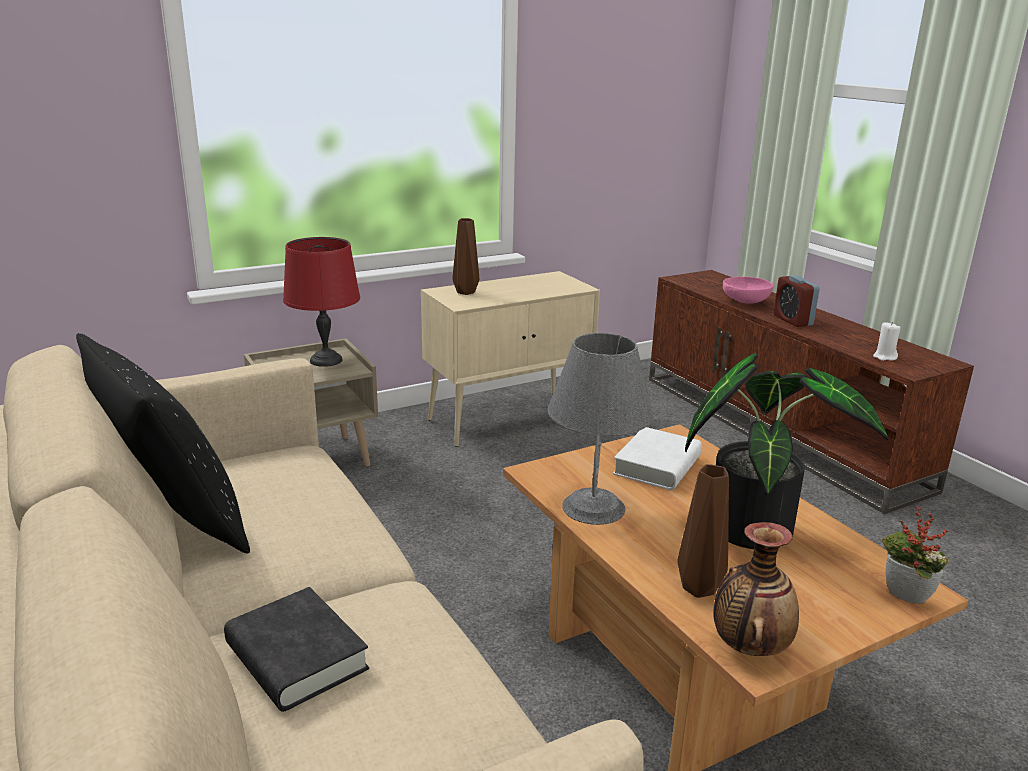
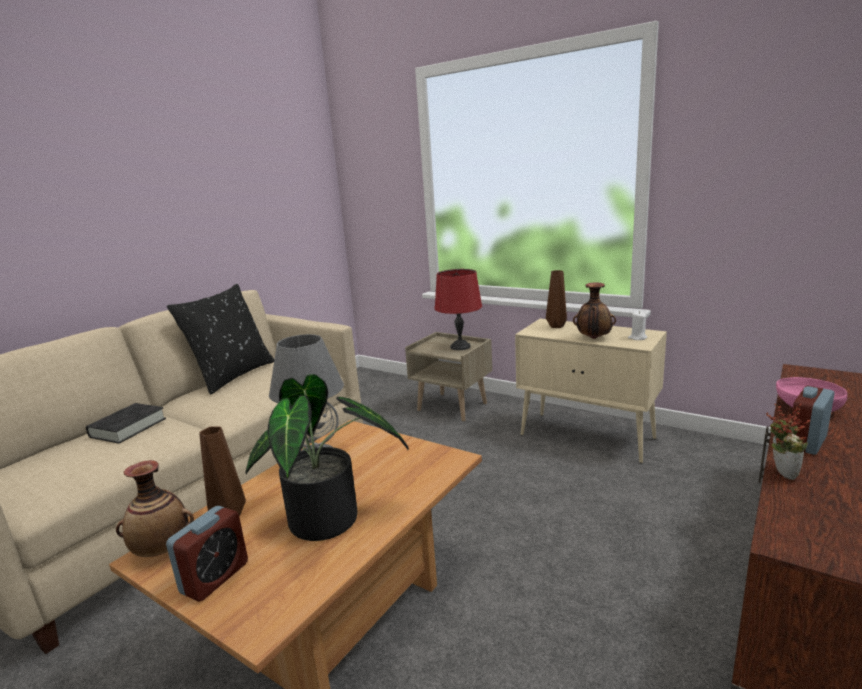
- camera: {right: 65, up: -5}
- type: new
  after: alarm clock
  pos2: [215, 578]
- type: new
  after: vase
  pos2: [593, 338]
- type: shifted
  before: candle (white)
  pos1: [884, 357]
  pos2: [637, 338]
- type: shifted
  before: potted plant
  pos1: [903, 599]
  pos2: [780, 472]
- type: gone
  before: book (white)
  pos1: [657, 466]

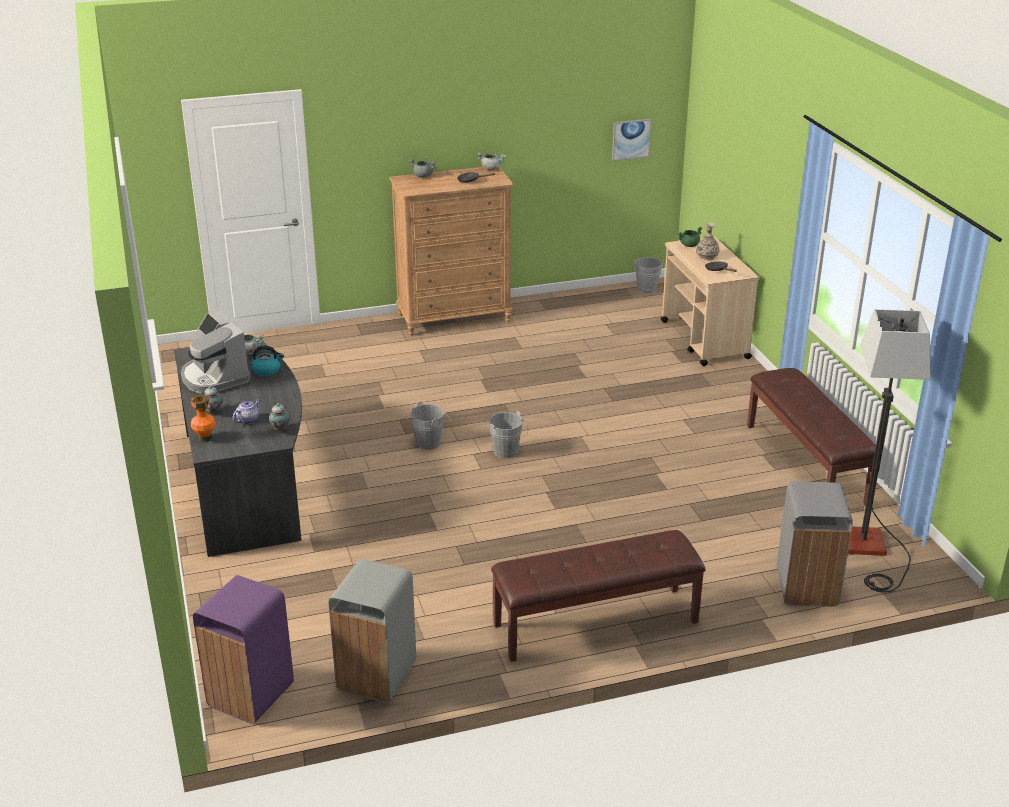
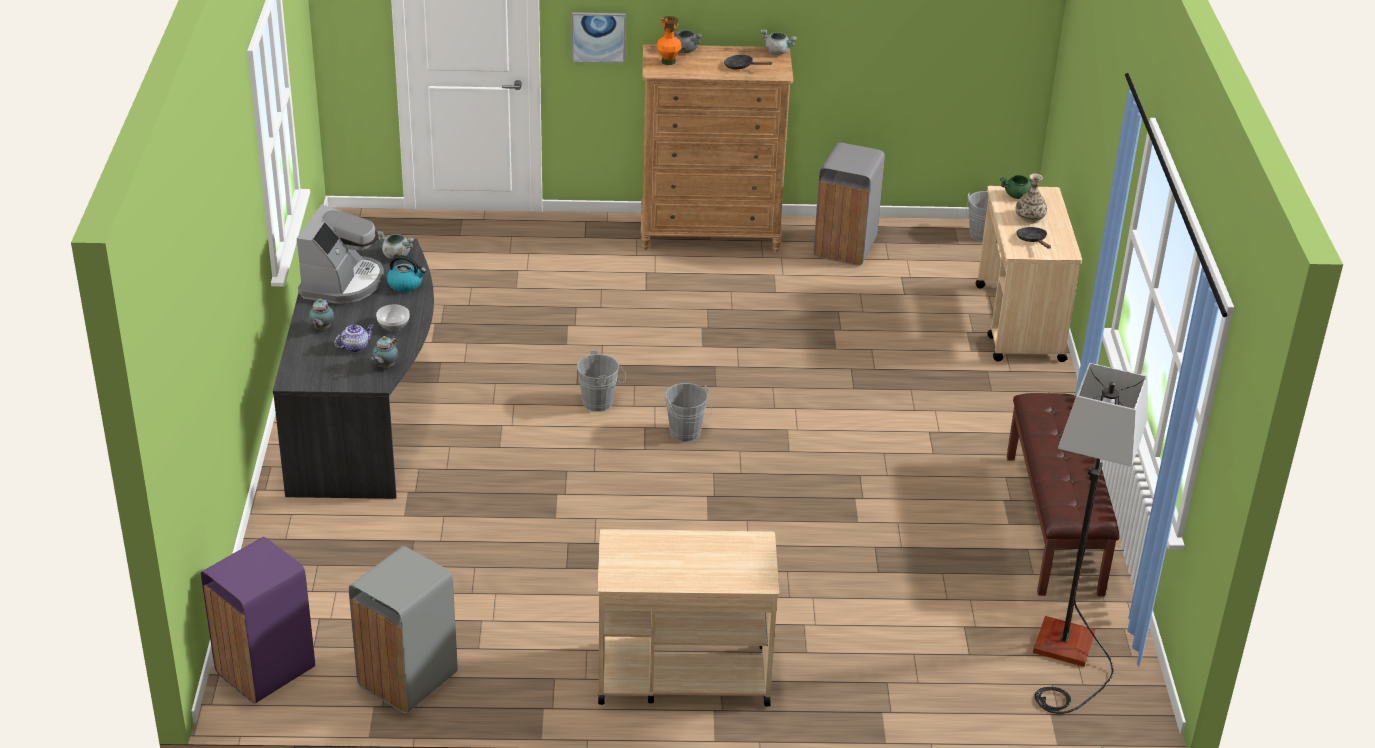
- camera: {right: 15, up: 5}
- type: rotated
  before: coffee machine
  pos1: [214, 377]
  pos2: [342, 283]
  turn: -150
- type: new
  after: bowl
  pos2: [393, 326]
- type: shifted
  before: picture
  pos1: [631, 139]
  pos2: [598, 37]
- type: swapped
  before: bench (brown)
  after: cart (beige)
  pos1: [596, 624]
  pos2: [682, 674]
- type: shifted
  before: vase (orange)
  pos1: [205, 438]
  pos2: [668, 62]
- type: shifted
  before: trash can (grey)
  pos1: [806, 588]
  pos2: [844, 248]

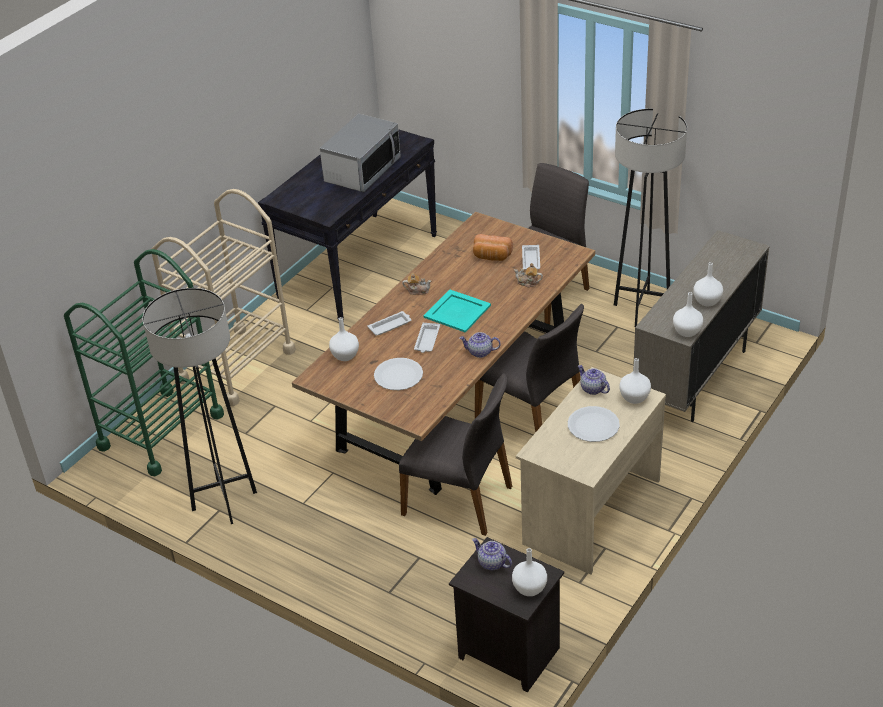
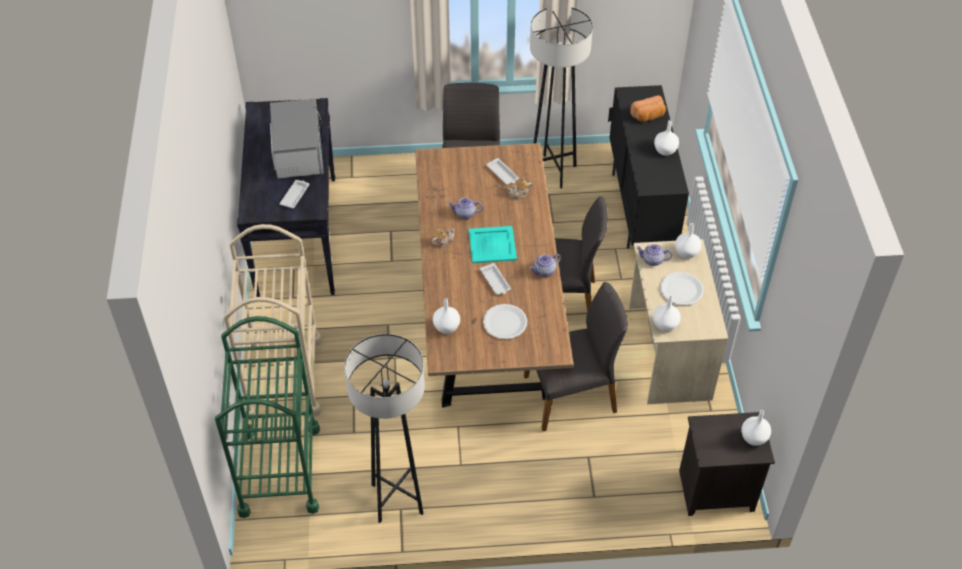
- camera: {right: -40, up: 10}
- type: shifted
  before: tray (white)
  pos1: [390, 325]
  pos2: [295, 195]
- type: shifted
  before: teapot
  pos1: [491, 563]
  pos2: [465, 214]
- type: repainted
  before: cabinet (beige)
  after: cabinet (black)
  pos1: [696, 378]
  pos2: [640, 210]
- type: shifted
  before: bread
  pos1: [491, 256]
  pos2: [648, 116]
- type: shifted
  before: vase (white)
  pos1: [687, 332]
  pos2: [665, 325]

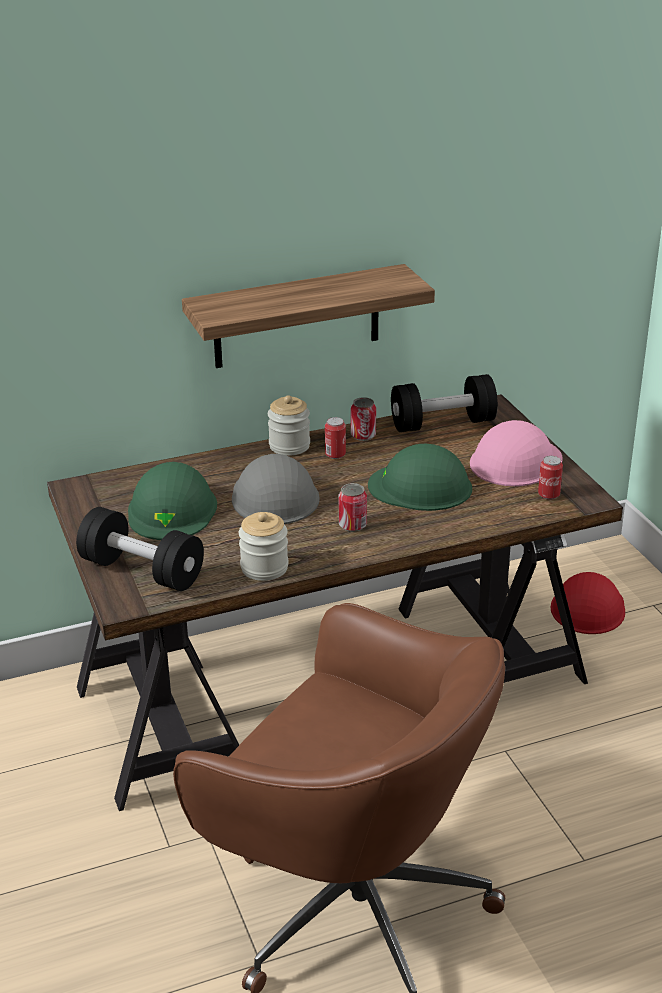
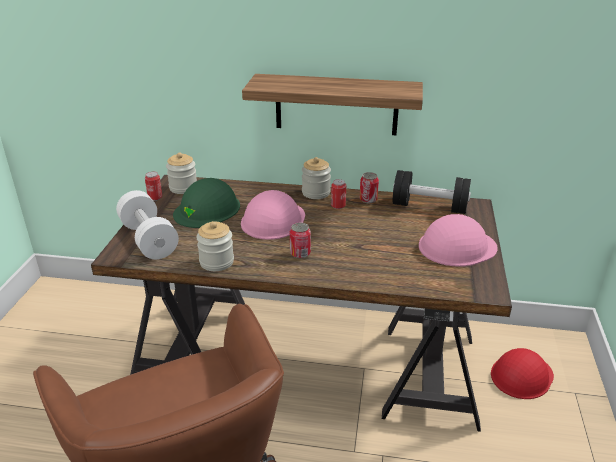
- camera: {right: 30, up: 0}
- type: repainted
  before: dumbbell (black)
  after: dumbbell (white)
  pos1: [142, 571]
  pos2: [149, 239]
- type: shifted
  before: can
  pos1: [548, 495]
  pos2: [155, 198]
- type: new
  after: jar
  pos2: [183, 188]
- type: repainted
  before: hard hat (grey)
  after: hard hat (pink)
  pos1: [274, 496]
  pos2: [273, 220]
- type: gone
  before: hard hat (green)
  pos1: [421, 487]

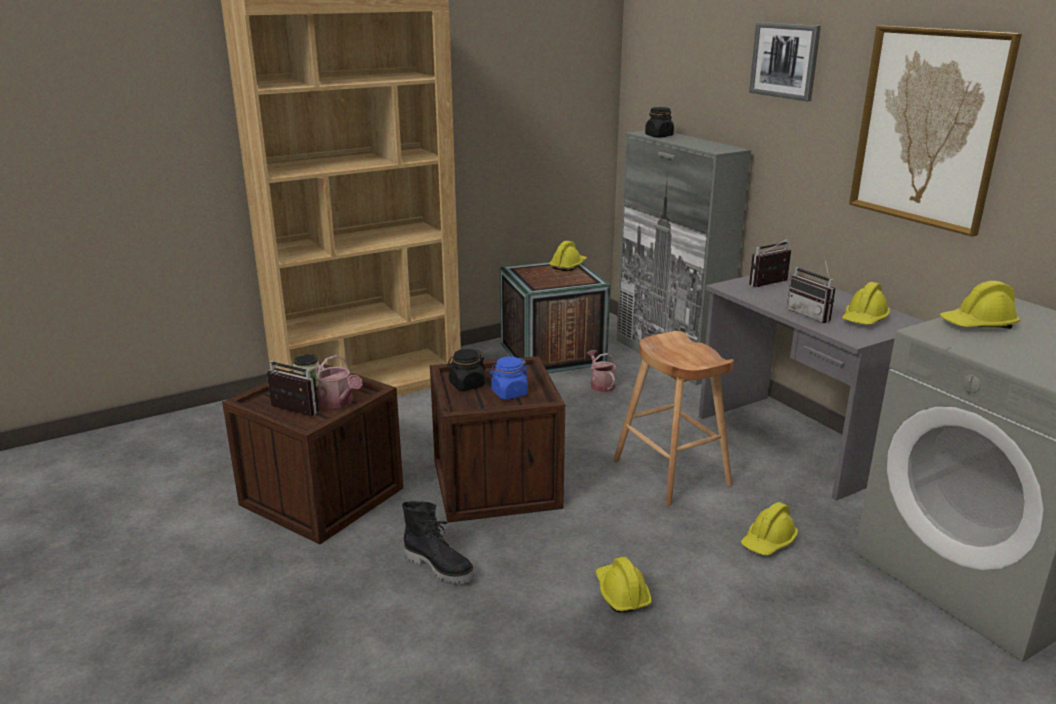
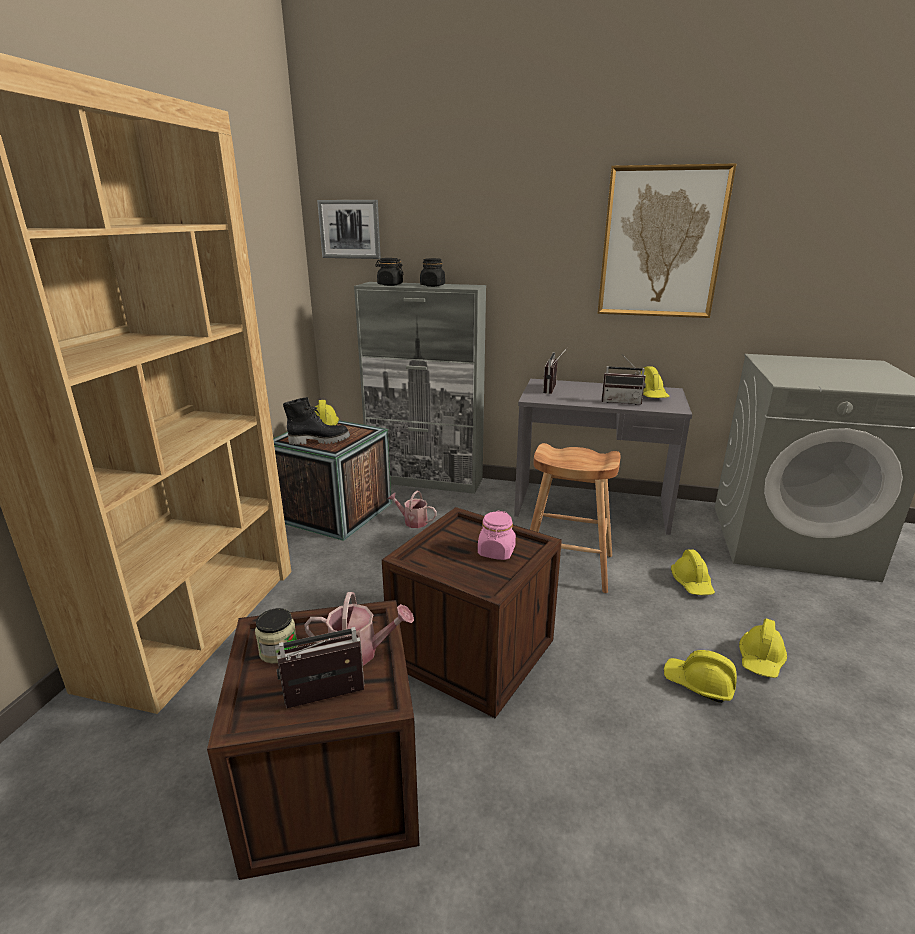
- camera: {right: -45, up: 0}
- type: shifted
  before: boot (black)
  pos1: [440, 566]
  pos2: [319, 441]
- type: shifted
  before: picture
  pos1: [785, 60]
  pos2: [350, 229]
- type: shifted
  before: jar (black)
  pos1: [466, 385]
  pos2: [432, 285]
- type: repainted
  before: jar (blue)
  after: jar (pink)
  pos1: [509, 393]
  pos2: [496, 552]
- type: shifted
  before: hard hat (yellow)
  pos1: [978, 324]
  pos2: [760, 659]

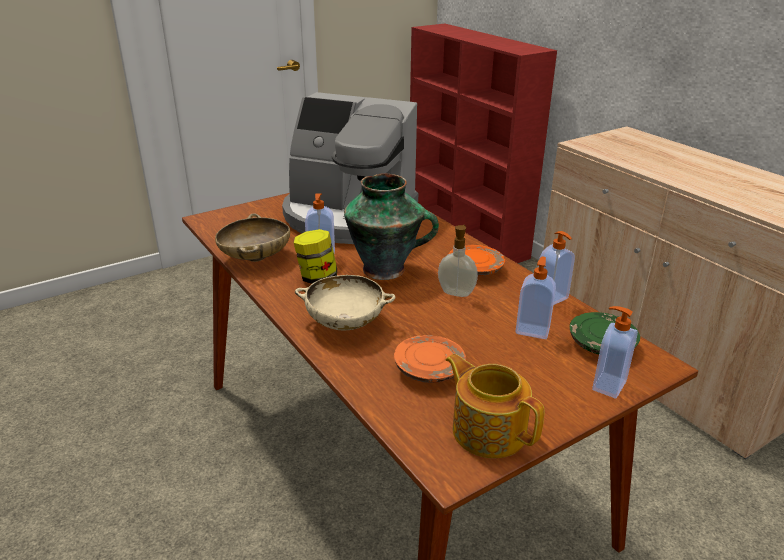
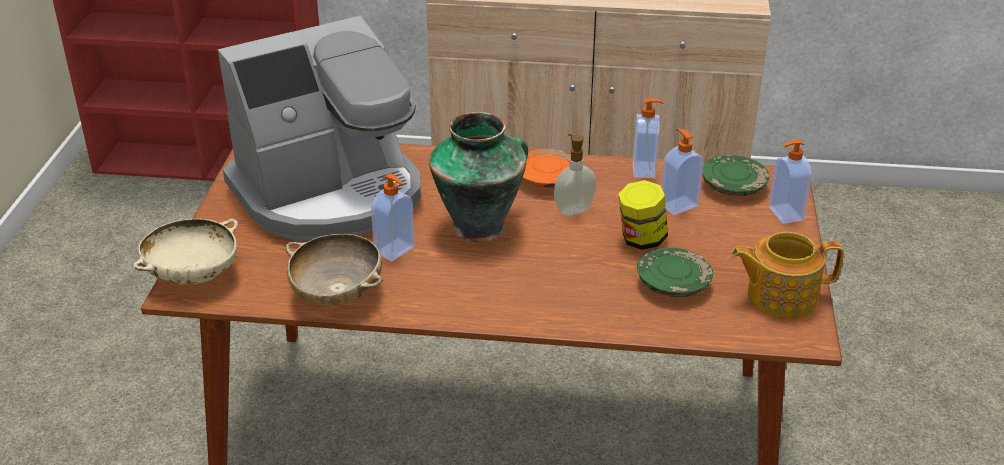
- camera: {right: -50, up: 5}
- type: shifted
  before: bowl (beige)
  pos1: [345, 322]
  pos2: [192, 275]
- type: shifted
  before: jar
  pos1: [317, 277]
  pos2: [641, 239]
- type: repainted
  before: plate (orange)
  after: plate (green)
  pos1: [429, 369]
  pos2: [673, 283]

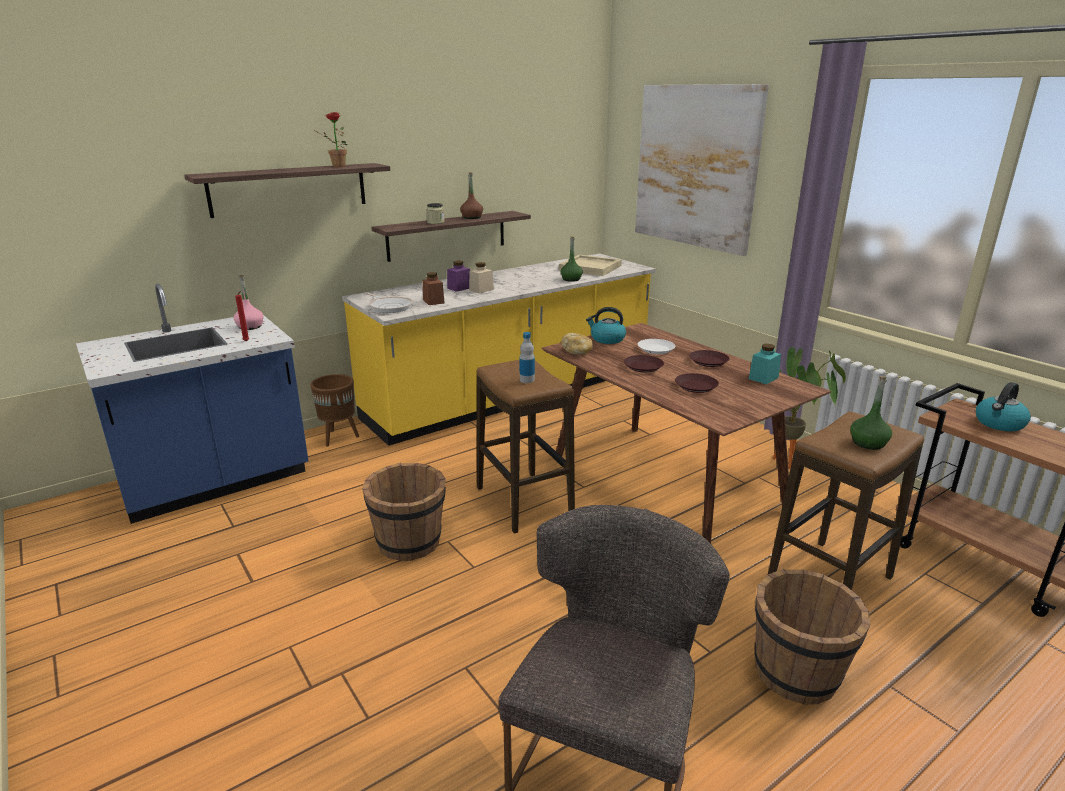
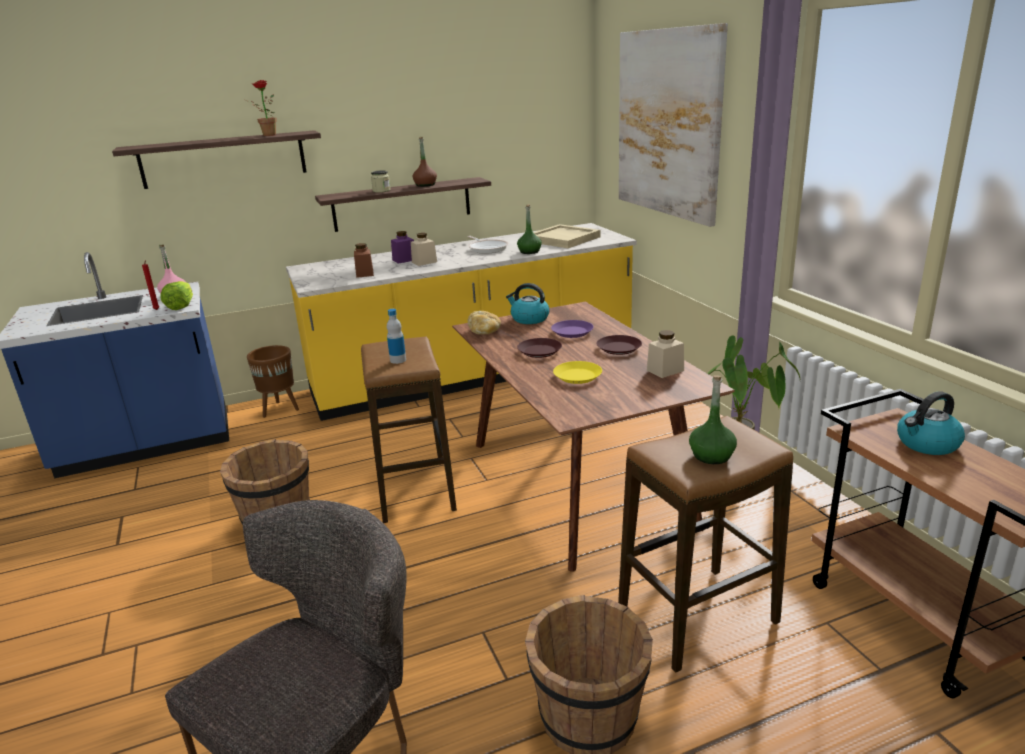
- camera: {right: 15, up: 0}
- type: new
  after: lettuce
  pos2: [181, 306]
- type: shifted
  before: frying pan
  pos1: [390, 307]
  pos2: [487, 248]
- type: repainted
  before: plate (white)
  after: plate (purple)
  pos1: [656, 349]
  pos2: [572, 332]
- type: repainted
  before: plate (brown)
  after: plate (yellow)
  pos1: [696, 386]
  pos2: [578, 376]
- type: repainted
  before: jar (turquoise)
  after: jar (beige)
  pos1: [763, 378]
  pos2: [665, 370]

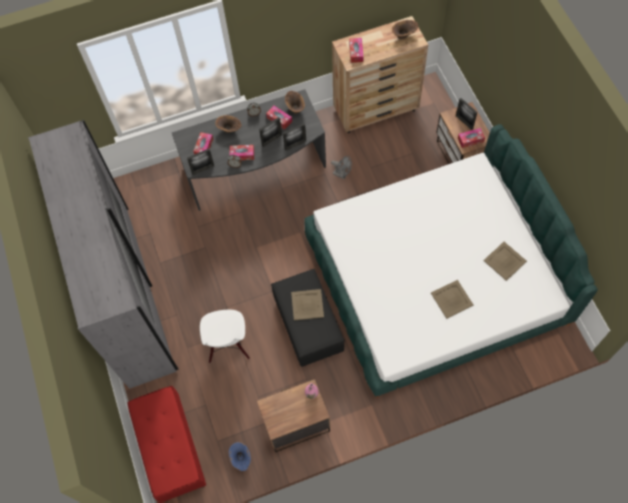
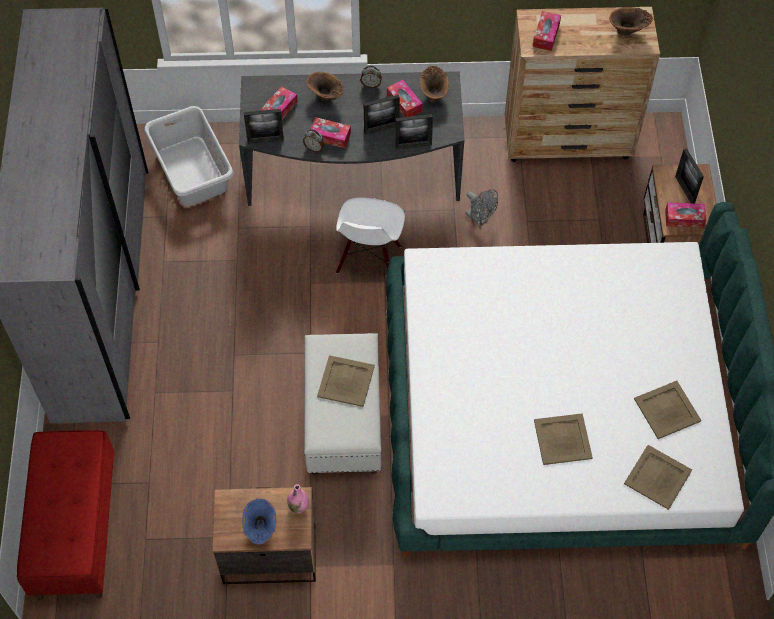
- camera: {right: 15, up: -5}
- type: new
  after: laundry basket (grey)
  pos2: [192, 171]
- type: shifted
  before: vase (blue)
  pos1: [241, 459]
  pos2: [260, 529]
- type: repainted
  before: ottoman (black)
  after: ottoman (white)
  pos1: [308, 326]
  pos2: [343, 420]
- type: shifted
  before: chair (white)
  pos1: [228, 346]
  pos2: [369, 260]
- type: new
  after: tray (beige)
  pos2: [657, 477]

